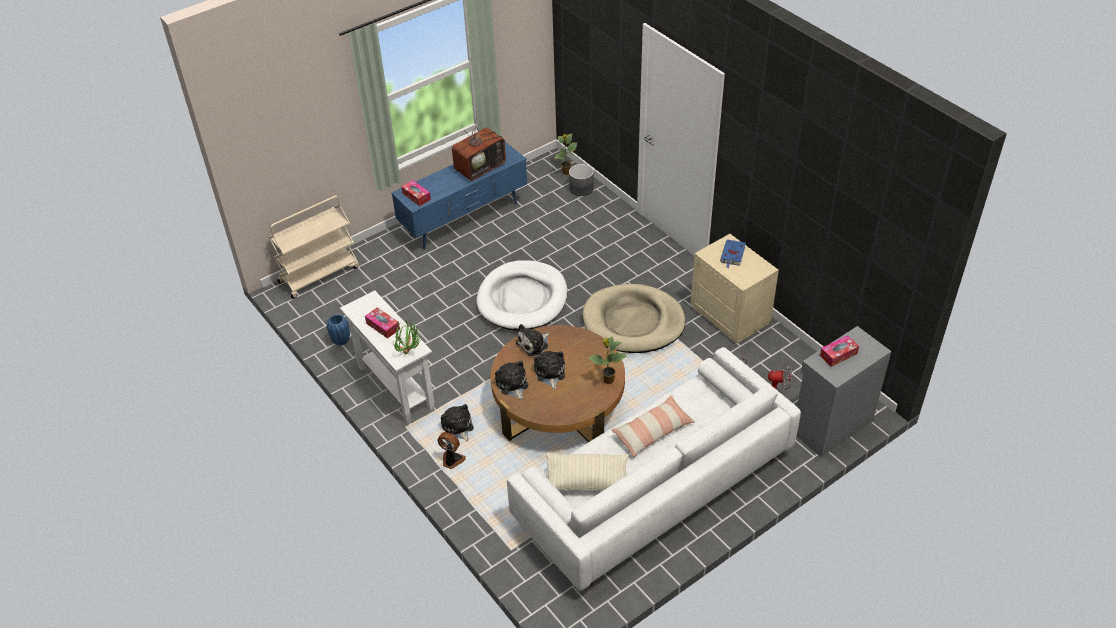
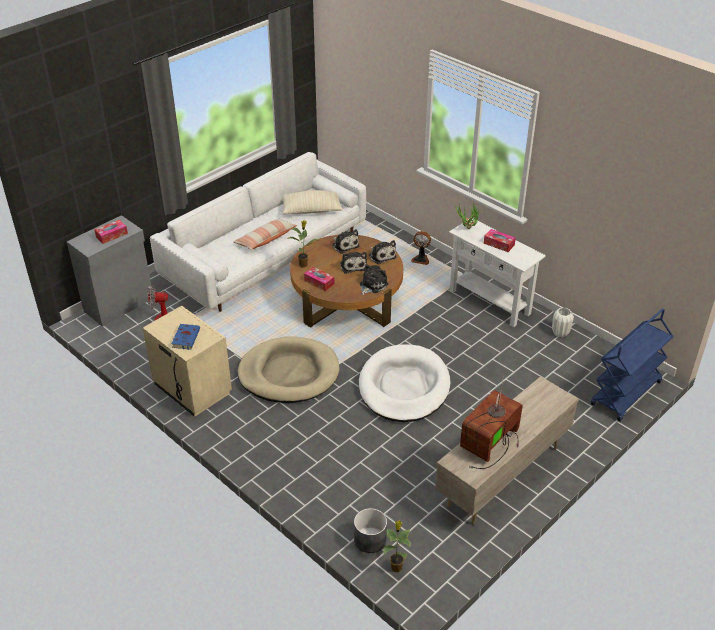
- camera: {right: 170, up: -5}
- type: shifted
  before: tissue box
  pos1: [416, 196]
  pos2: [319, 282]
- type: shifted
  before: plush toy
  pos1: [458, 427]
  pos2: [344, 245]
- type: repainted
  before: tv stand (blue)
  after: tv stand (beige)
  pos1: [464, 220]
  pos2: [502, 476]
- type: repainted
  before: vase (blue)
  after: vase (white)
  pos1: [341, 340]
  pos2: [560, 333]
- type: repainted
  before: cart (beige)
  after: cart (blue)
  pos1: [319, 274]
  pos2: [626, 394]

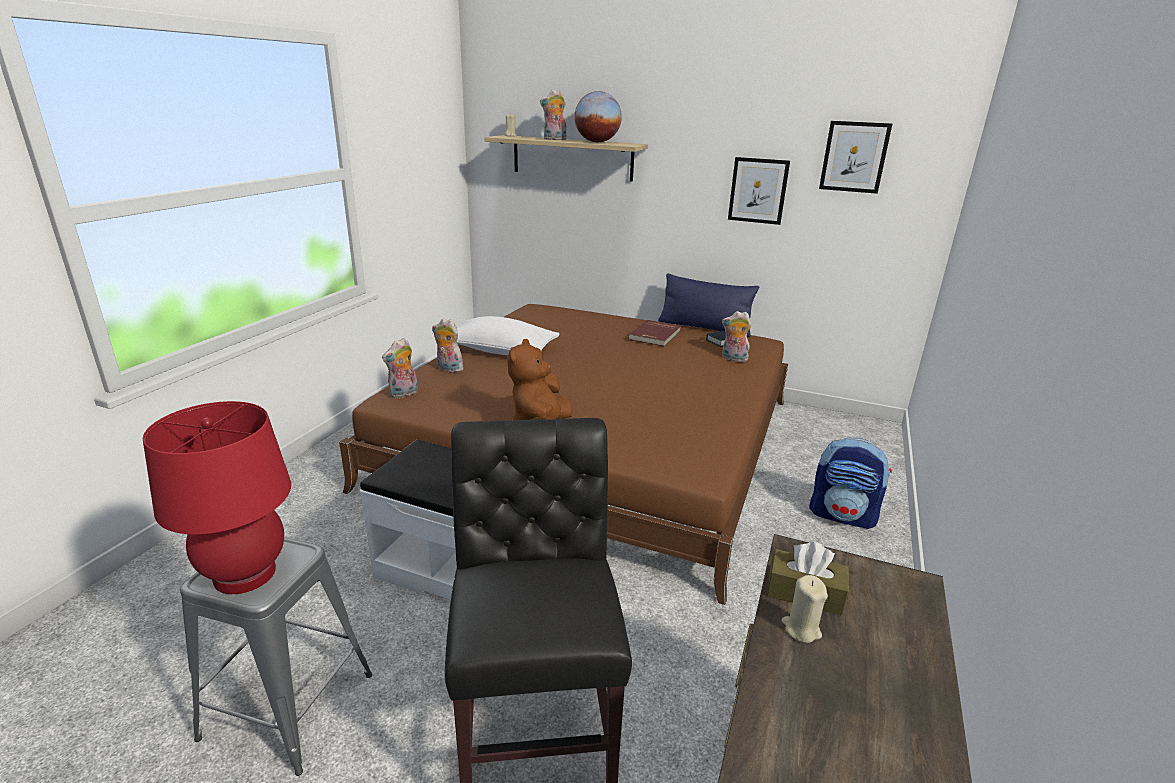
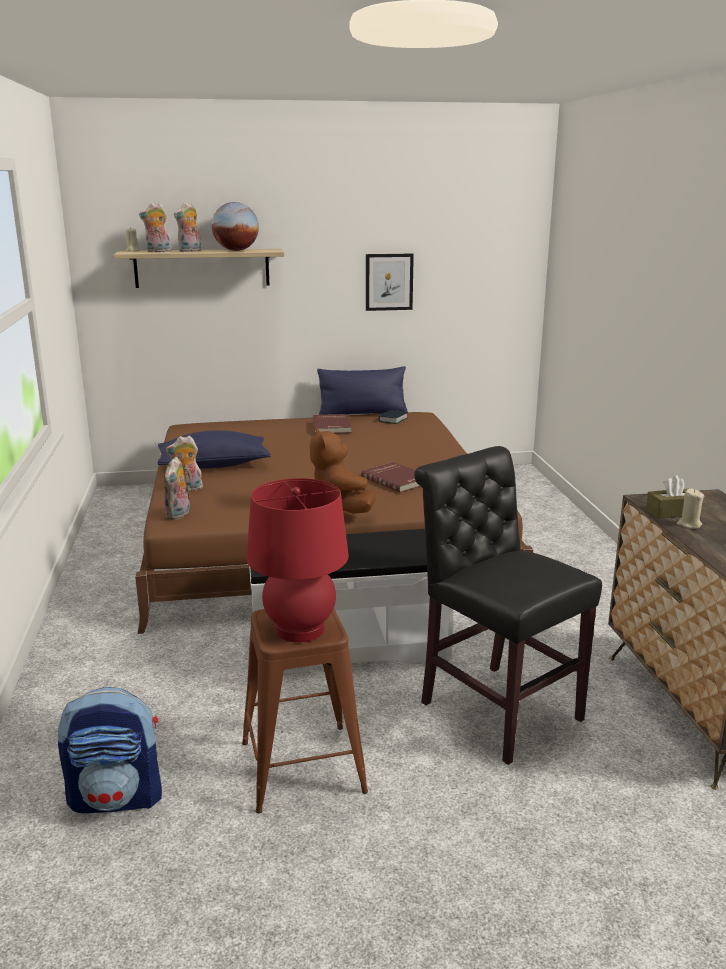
- camera: {right: -30, up: -5}
- type: shifted
  before: backpack
  pos1: [843, 515]
  pos2: [118, 798]
- type: shifted
  before: plush toy
  pos1: [733, 359]
  pos2: [158, 252]
- type: repainted
  before: pillow (white)
  after: pillow (blue)
  pos1: [501, 351]
  pos2: [214, 465]
- type: repainted
  before: stool (grey)
  after: stool (brown)
  pos1: [288, 705]
  pos2: [302, 767]
- type: new
  after: book (red)
  pos2: [397, 479]
- type: gone
  before: picture
  pos1: [854, 157]

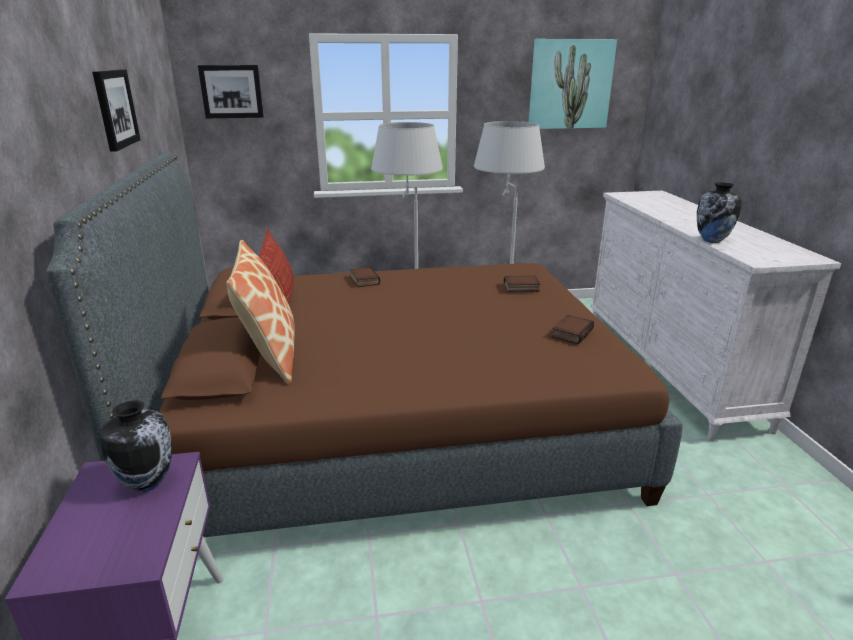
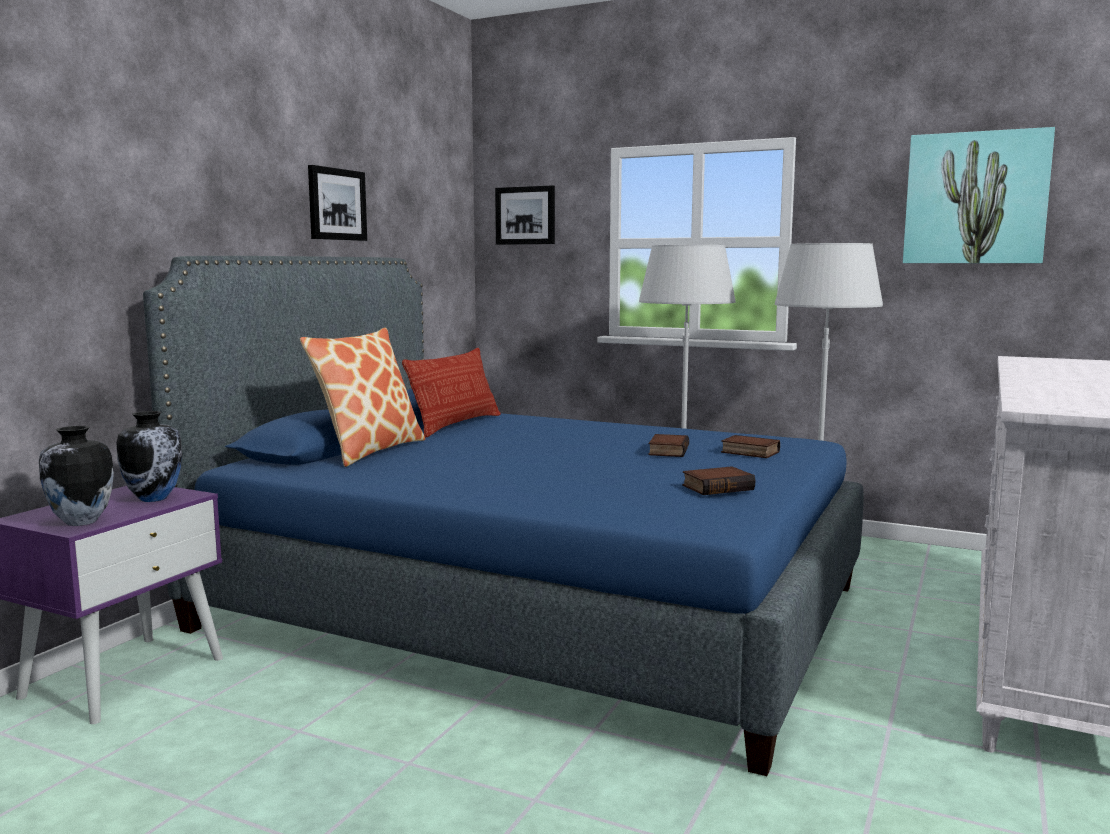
- camera: {right: 35, up: -15}
- type: shifted
  before: vase
  pos1: [712, 240]
  pos2: [80, 522]
- type: repainted
  before: bed (brown)
  after: bed (blue)
  pos1: [393, 428]
  pos2: [532, 608]
- type: shifted
  before: book
  pos1: [363, 280]
  pos2: [667, 451]

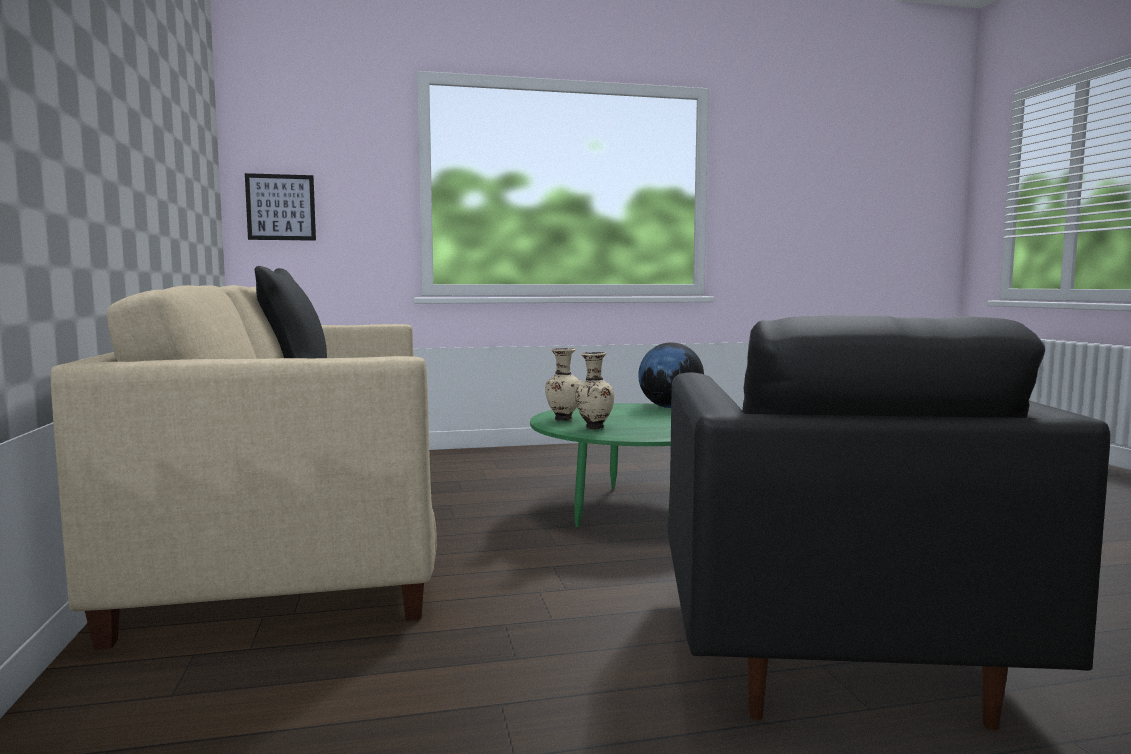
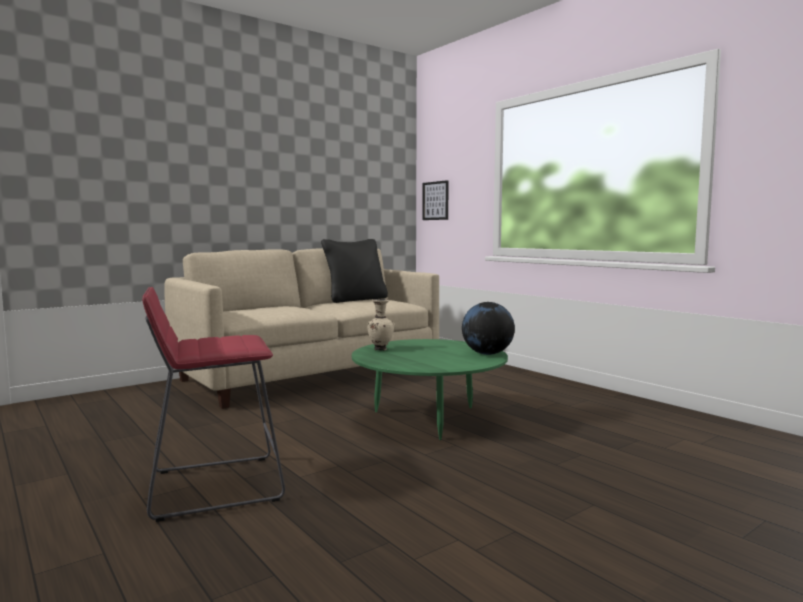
- camera: {right: 65, up: 0}
- type: swapped
  before: armchair (black)
  after: stool (red)
  pos1: [829, 648]
  pos2: [215, 486]
- type: gone
  before: vase (beige)
  pos1: [563, 419]

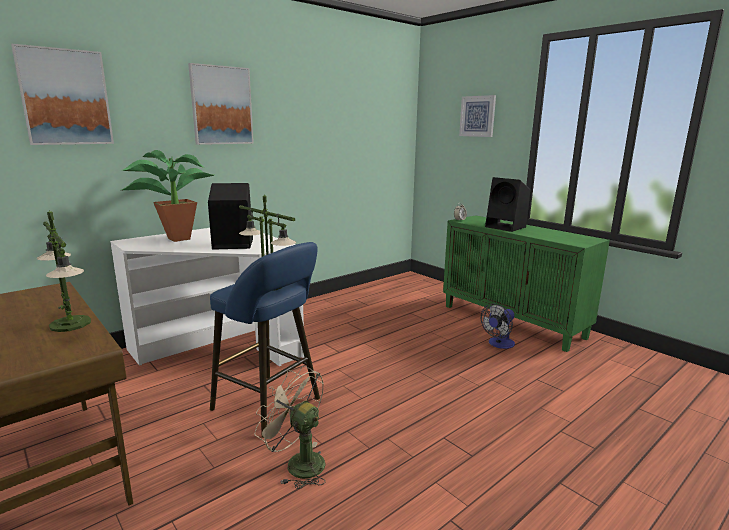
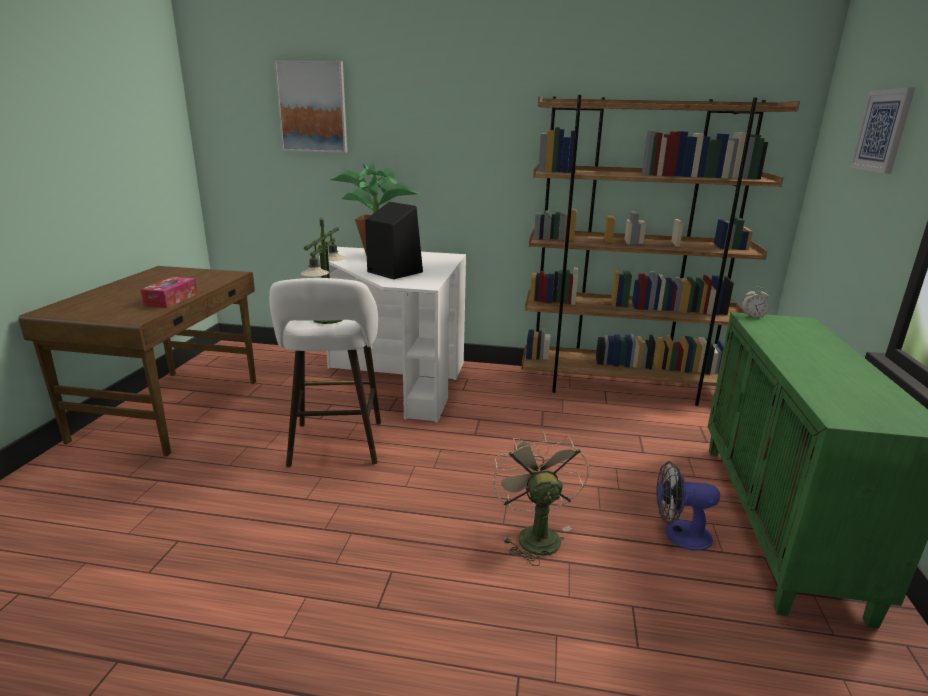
- camera: {right: 50, up: 5}
- type: swapped
  before: table lamp
  after: tissue box
  pos1: [70, 324]
  pos2: [171, 299]
- type: repainted
  before: stool (blue)
  after: stool (white)
  pos1: [271, 406]
  pos2: [336, 447]
- type: shifted
  before: fan (beige)
  pos1: [298, 463]
  pos2: [534, 534]
- type: new
  after: bookcase (brown)
  pos2: [622, 386]
- type: gone
  before: picture
  pos1: [221, 105]
- type: gone
  before: speaker (black)
  pos1: [506, 227]

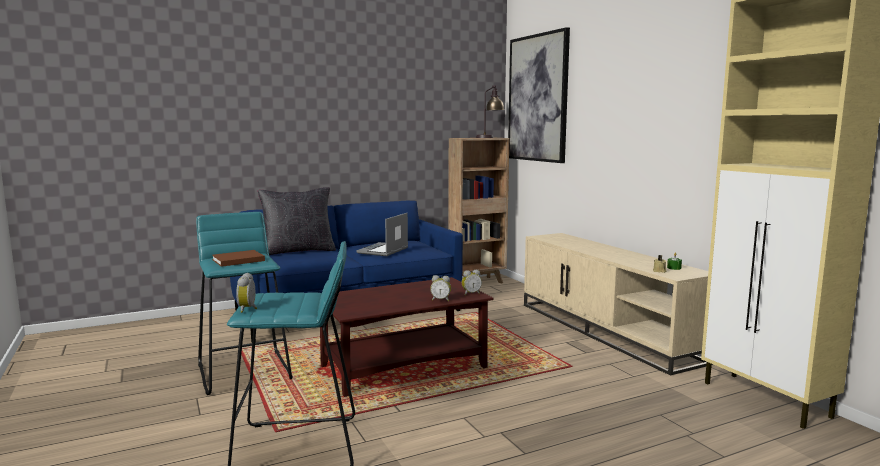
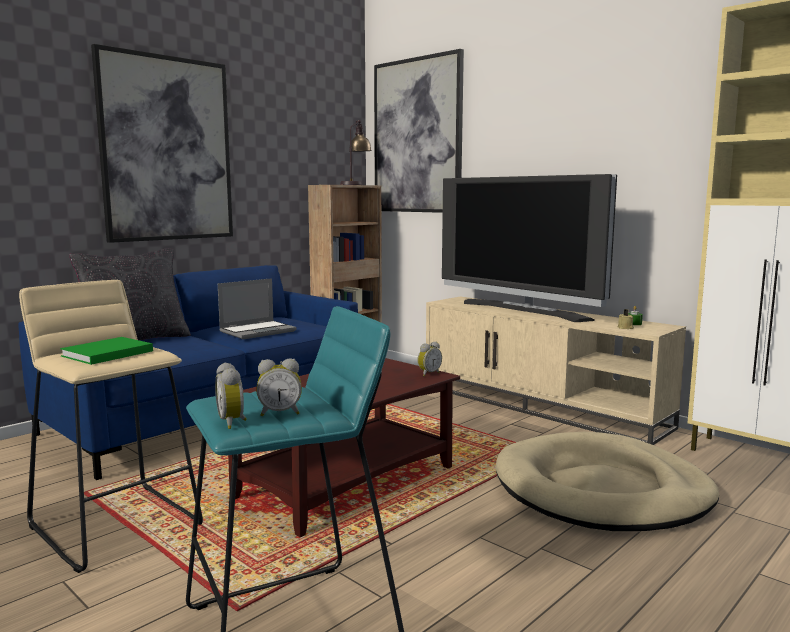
- camera: {right: -20, up: 0}
- type: repainted
  before: stool (turquoise)
  after: stool (beige)
  pos1: [245, 371]
  pos2: [117, 524]
- type: repainted
  before: book (brown)
  after: book (green)
  pos1: [236, 260]
  pos2: [105, 354]
- type: new
  after: picture
  pos2: [167, 149]
- type: rotated
  before: laptop
  pos1: [383, 251]
  pos2: [258, 331]
  turn: -135
- type: shifted
  before: alarm clock
  pos1: [441, 300]
  pos2: [280, 413]
- type: new
  after: television
  pos2: [523, 310]
- type: new
  after: dog bed (beige)
  pos2: [602, 490]

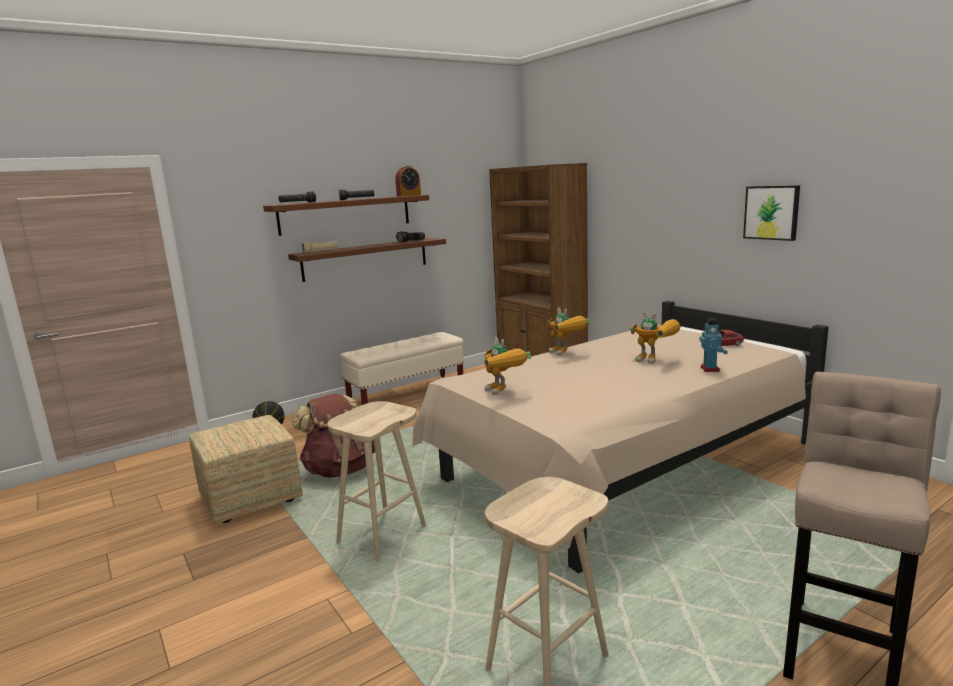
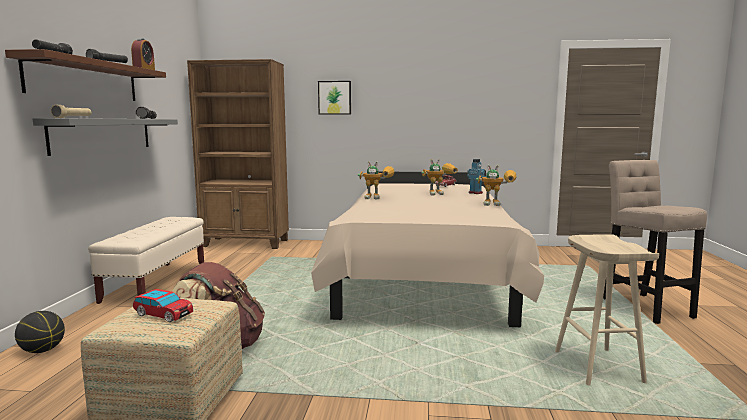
- camera: {right: -50, up: -5}
- type: repainted
  before: shelf (brown)
  after: shelf (grey)
  pos1: [366, 259]
  pos2: [103, 134]
- type: new
  after: toy car
  pos2: [163, 314]
- type: shifted
  before: picture
  pos1: [772, 212]
  pos2: [334, 97]
- type: shifted
  before: toy robot
  pos1: [504, 392]
  pos2: [498, 204]
- type: gone
  before: stool (beige)
  pos1: [382, 534]

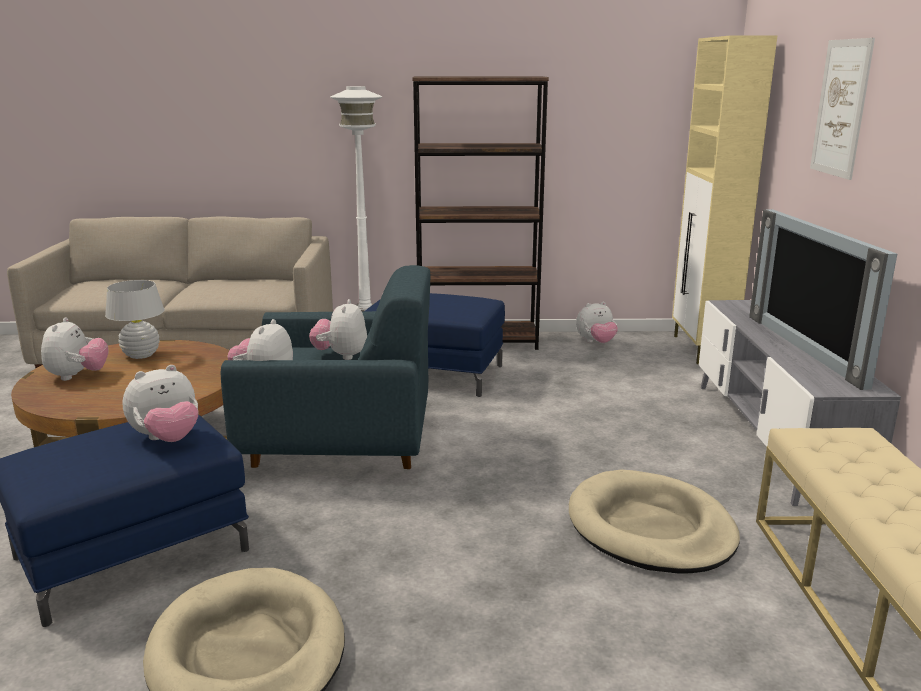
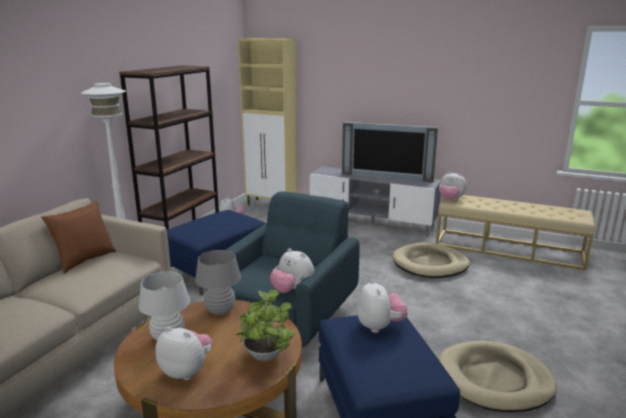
- camera: {right: -65, up: 0}
- type: new
  after: pillow (brown)
  pos2: [85, 260]
- type: new
  after: table lamp (grey)
  pos2: [220, 311]
- type: new
  after: potted plant
  pos2: [265, 357]
- type: shifted
  before: plush toy
  pos1: [341, 356]
  pos2: [450, 200]
- type: gone
  before: picture
  pos1: [841, 108]

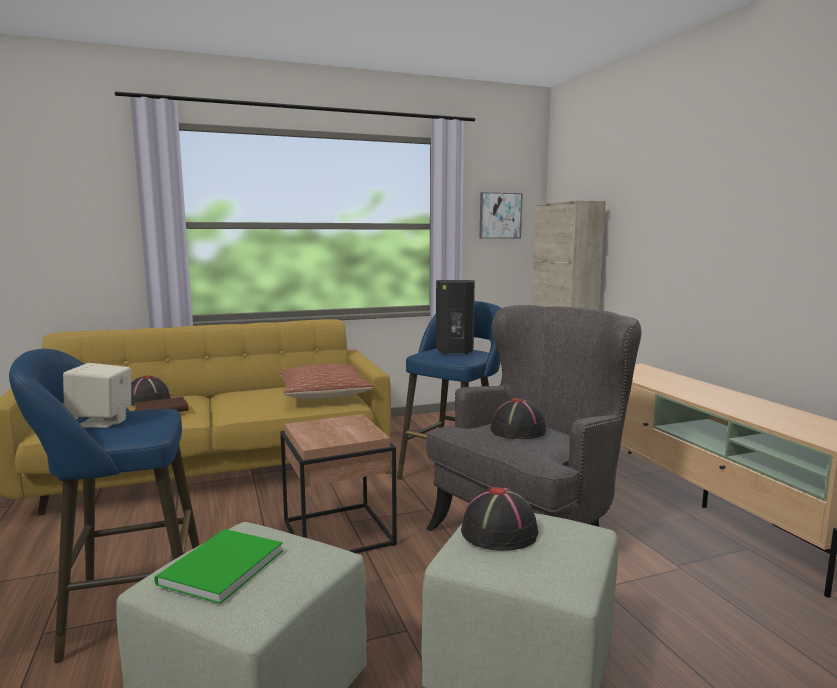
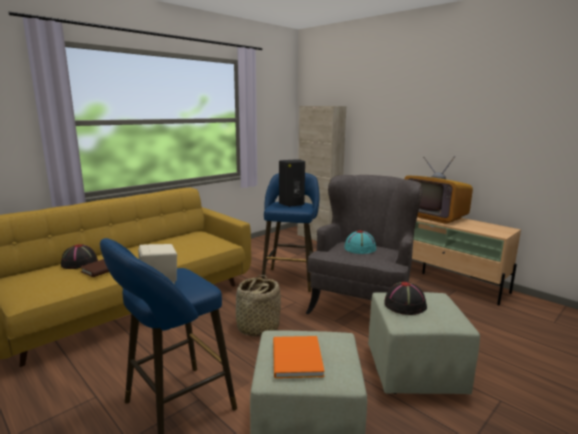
- camera: {right: -25, up: 5}
- type: swapped
  before: side table (brown)
  after: basket
  pos1: [337, 533]
  pos2: [257, 327]
- type: repainted
  before: book (green)
  after: book (orange)
  pos1: [217, 568]
  pos2: [295, 359]
- type: repainted
  before: hat (black)
  after: hat (turquoise)
  pos1: [518, 430]
  pos2: [360, 248]
- type: new
  after: television
  pos2: [434, 216]
- type: gone
  before: pillow
  pos1: [324, 394]
- type: gone
  before: picture
  pos1: [499, 215]

